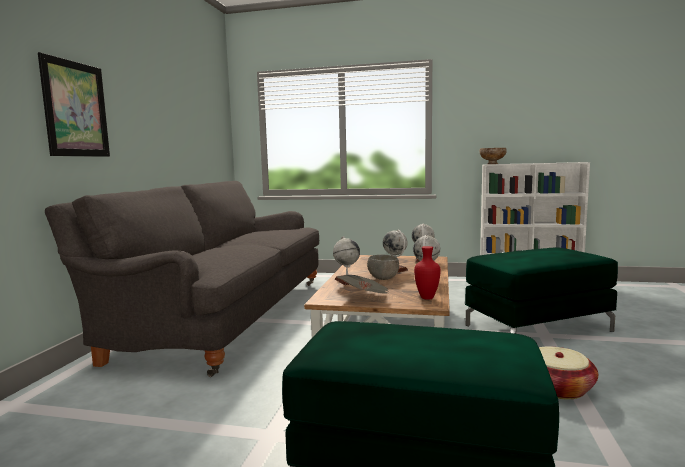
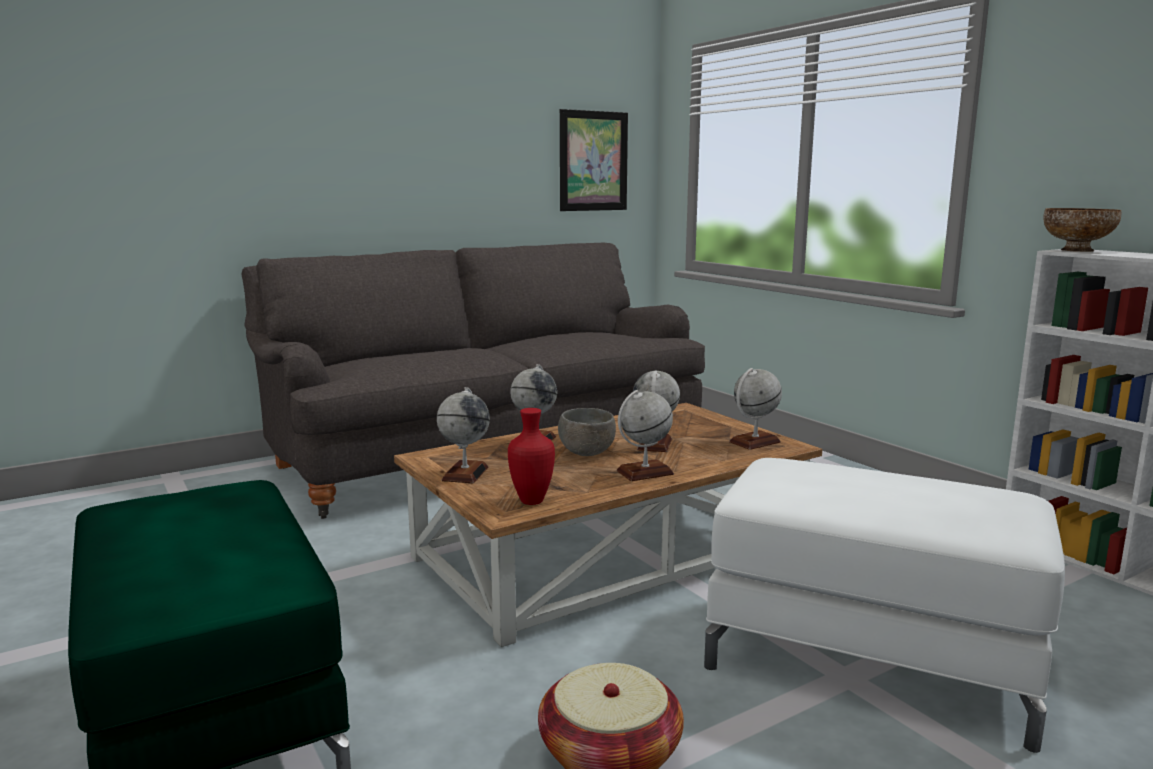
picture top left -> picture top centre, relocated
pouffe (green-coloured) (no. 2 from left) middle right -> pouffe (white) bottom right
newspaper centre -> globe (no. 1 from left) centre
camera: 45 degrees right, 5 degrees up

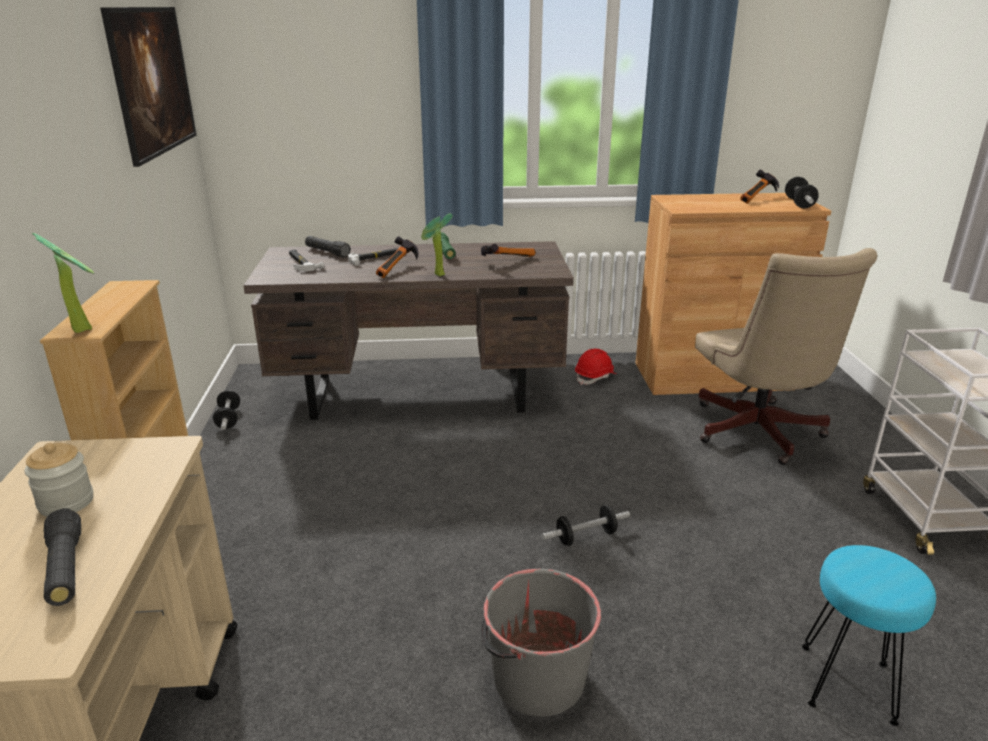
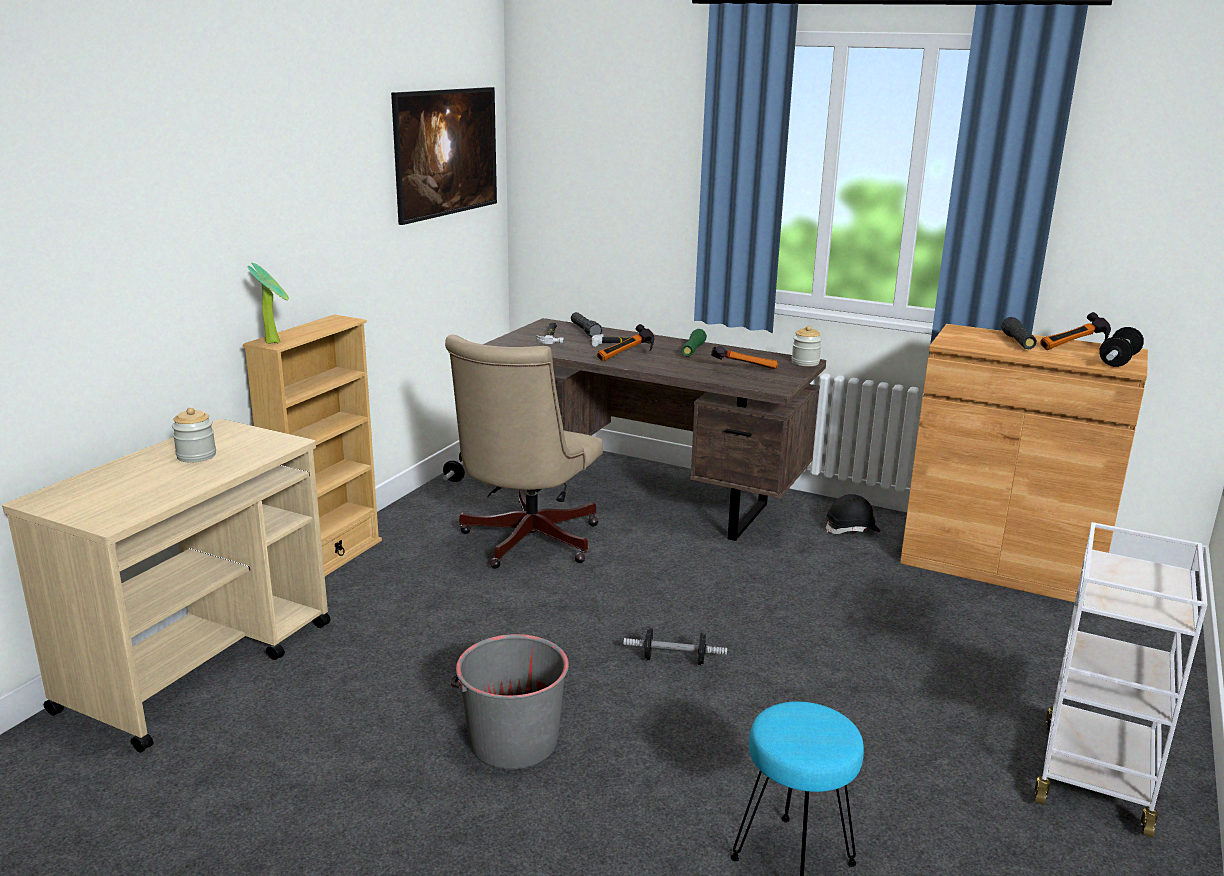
potted plant (no. 2 from left) top centre -> none
computer chair (beige-coloured) middle right -> computer chair (beige-coloured) centre, relocated
hard hat (red-coloured) centre -> hard hat (blackish) middle right
torch (blackish) (no. 1 from left in the first image) bottom left -> torch (blackish) (no. 2 from left) middle right, relocated
none -> preserve jar (no. 2 from left) centre
camera: 30 degrees right, 5 degrees down

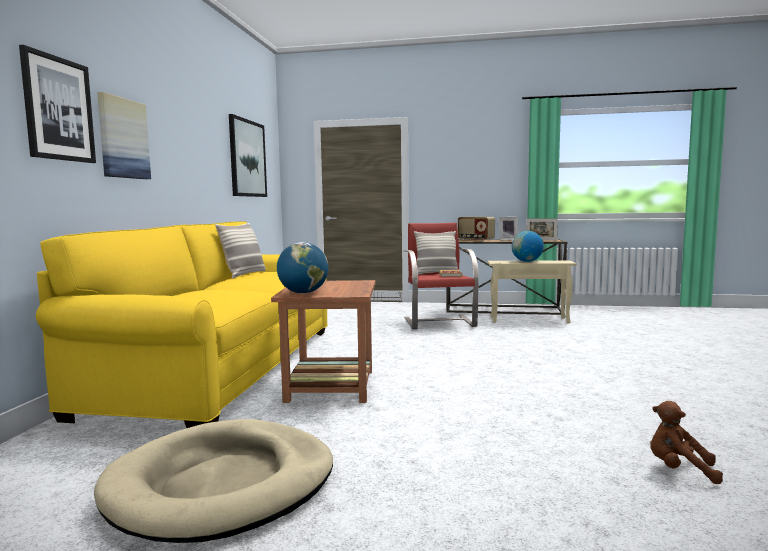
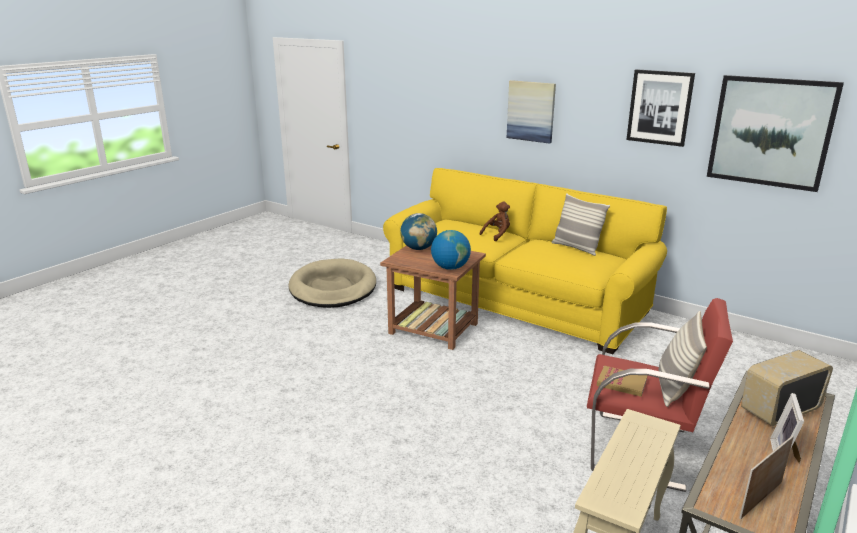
picture (no. 1 from left in the first image) top left -> picture (no. 2 from left) top right, relocated
globe (no. 2 from left) middle right -> globe (no. 2 from left) centre, relocated
plush toy (brown) bottom right -> plush toy (brown) centre, relocated
camera: 115 degrees right, 15 degrees up

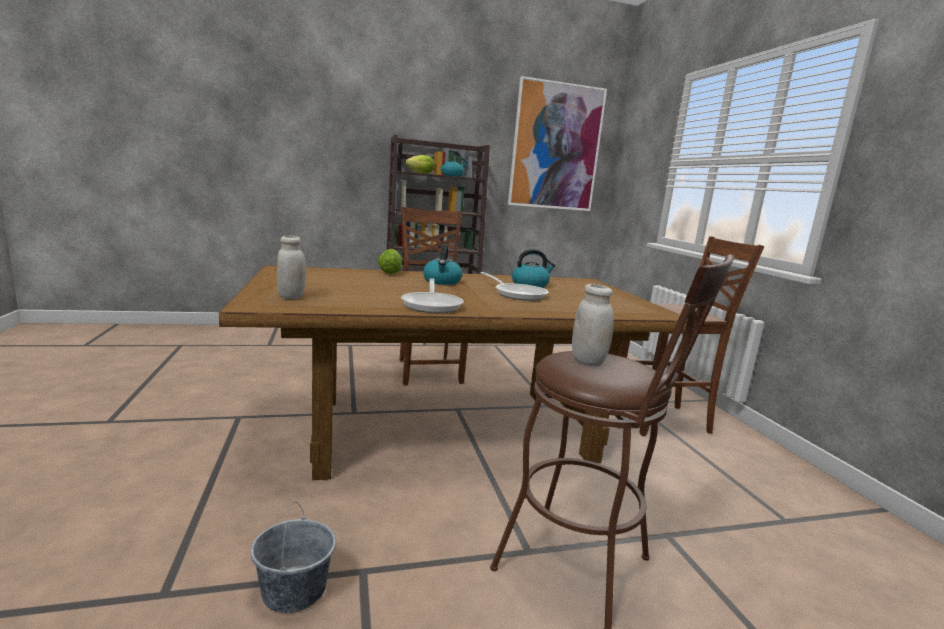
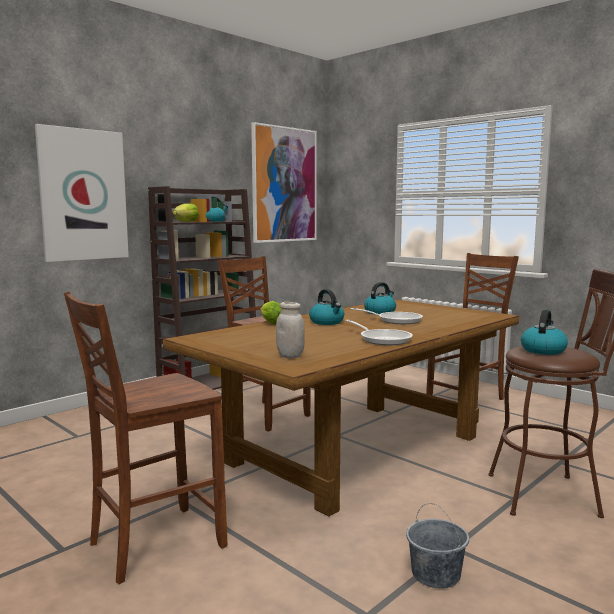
preserve jar (white) (no. 2 from left) centre -> kettle (no. 4 from left) middle right
none -> picture (no. 1 from left) top left
none -> chair (brown) (no. 1 from left) bottom left
camera: 30 degrees left, 5 degrees down

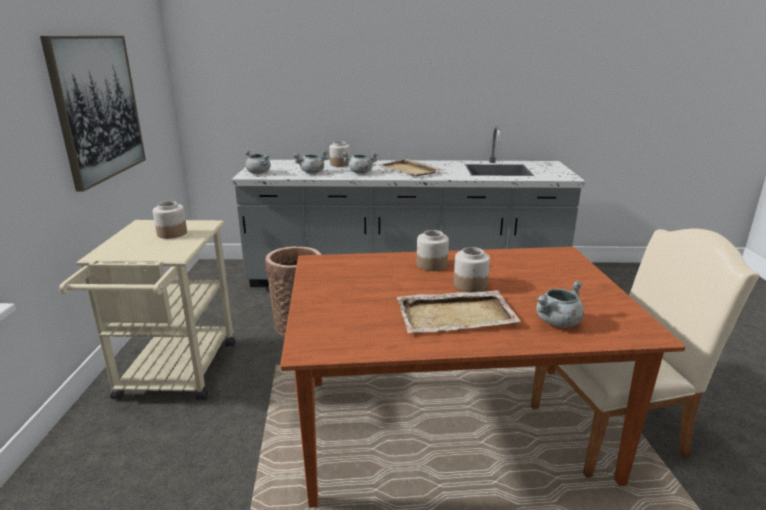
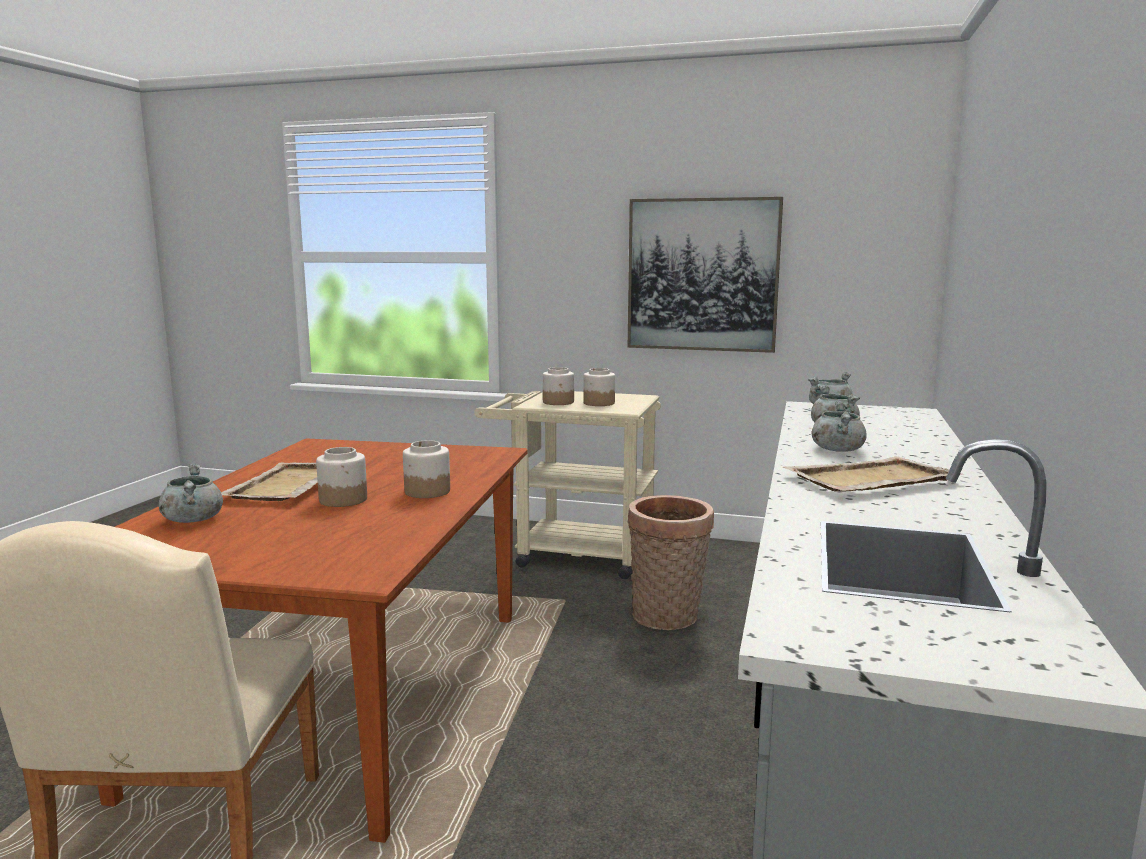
preserve jar (no. 2 from left in the first image) top centre -> preserve jar (no. 3 from left) centre, relocated
camera: 105 degrees right, 10 degrees down

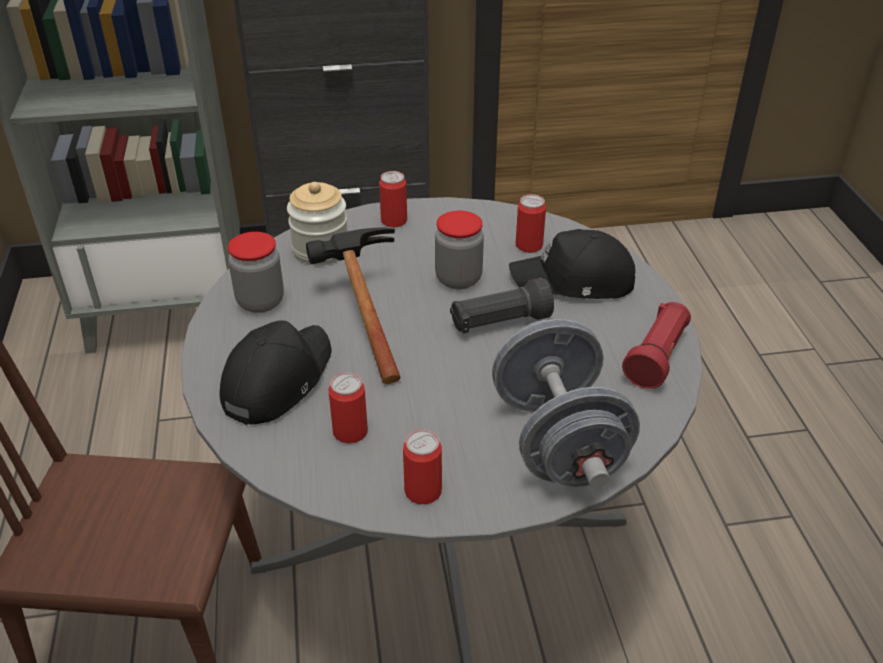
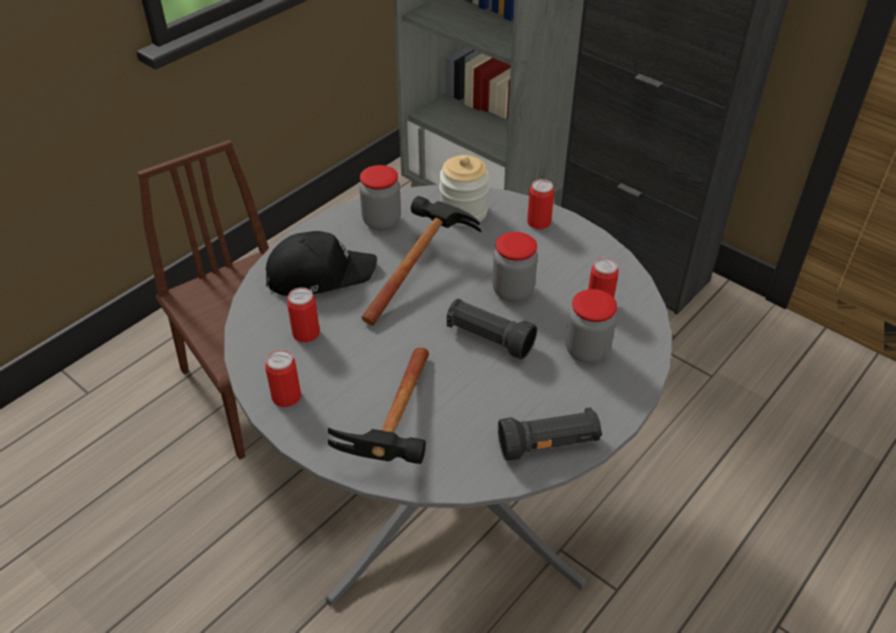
baseball cap (blackish) (no. 2 from left) centre -> preserve jar (no. 4 from left) centre
torch (red-coloured) middle right -> torch (blackish) (no. 2 from left) bottom centre
free weight (grey) centre -> hammer (no. 1 from left) centre
camera: 50 degrees right, 5 degrees up

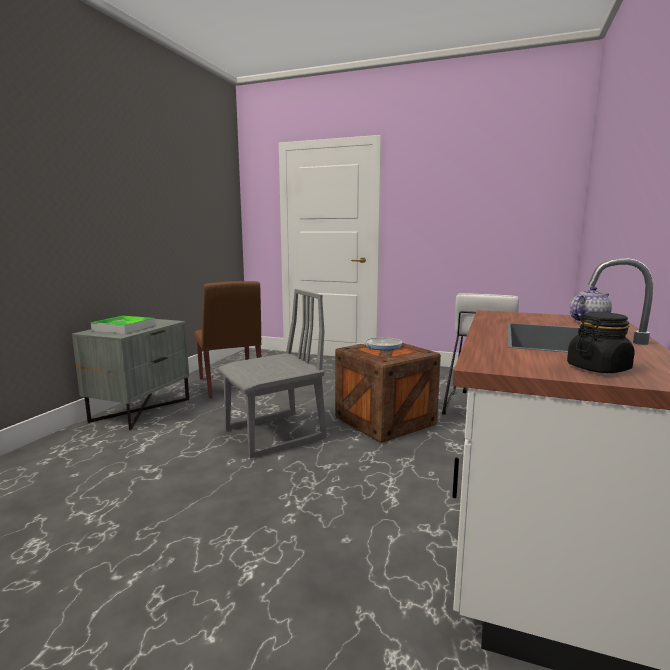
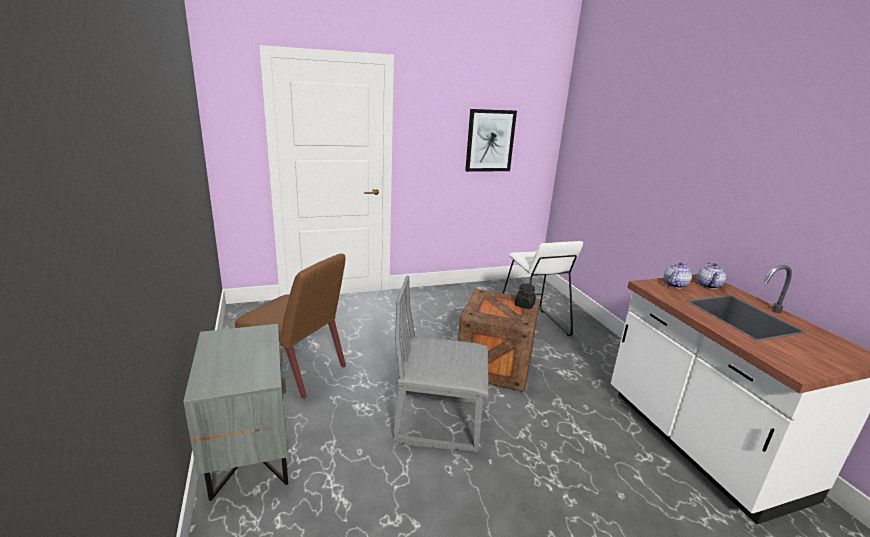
chair (grey) centre -> chair (grey) bottom centre, 105 degrees counterclockwise
preserve jar (blackish) middle right -> preserve jar (blackish) centre, relocated
carrying tray middle left -> none
frying pan centre -> none
none -> picture top centre
none -> teapot (no. 1 from left) middle right
camera: 40 degrees left, 10 degrees up

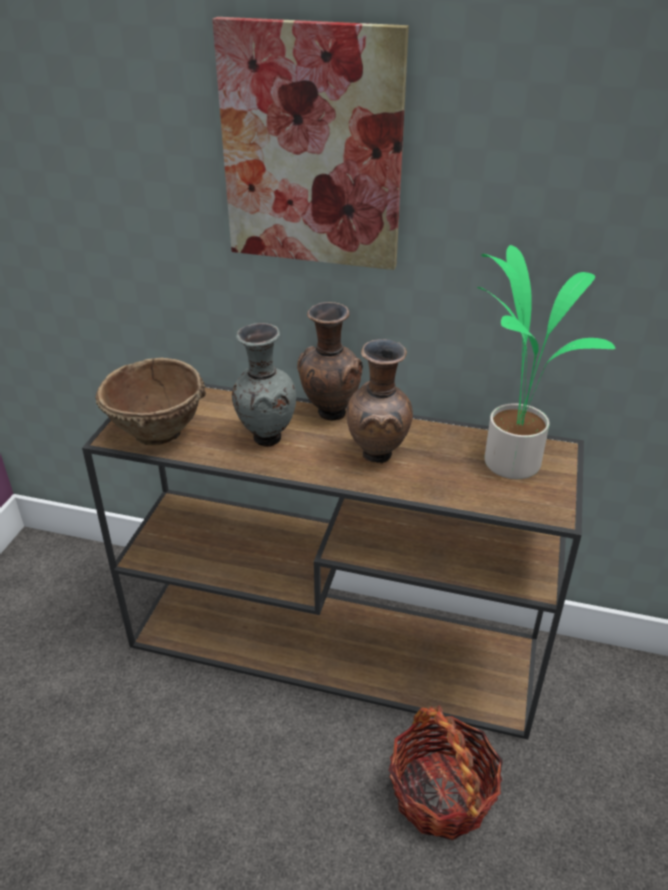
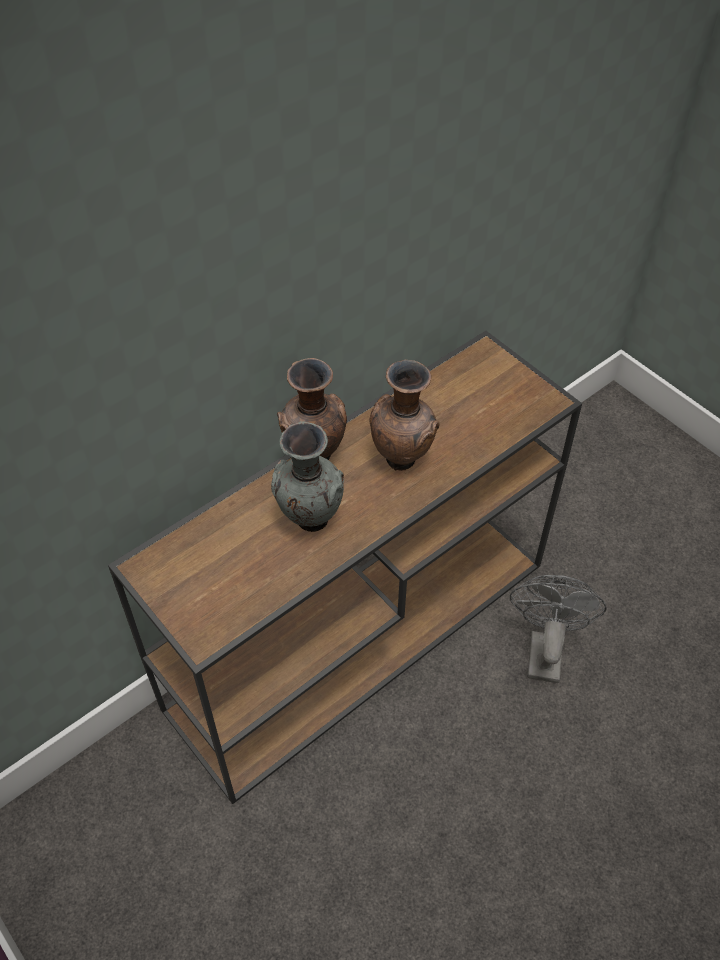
picture top centre -> none
potted plant middle right -> none
bowl (brown) middle left -> none
storage basket bottom right -> electric fan (grey) middle right
camera: 55 degrees left, 15 degrees up

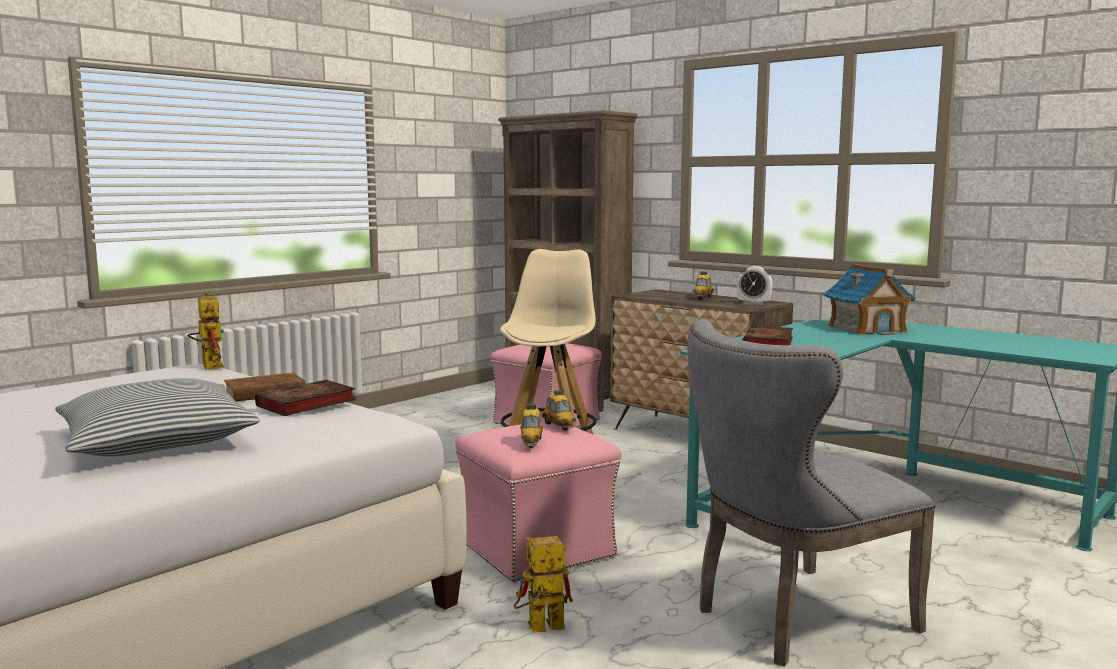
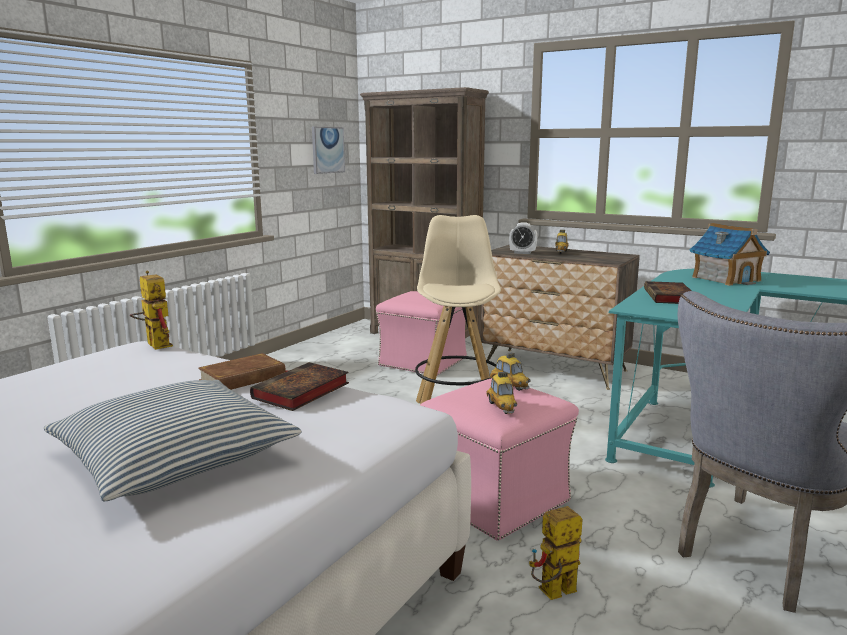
bedside clock middle right -> bedside clock centre, relocated
none -> picture top centre
camera: 10 degrees left, 5 degrees up

